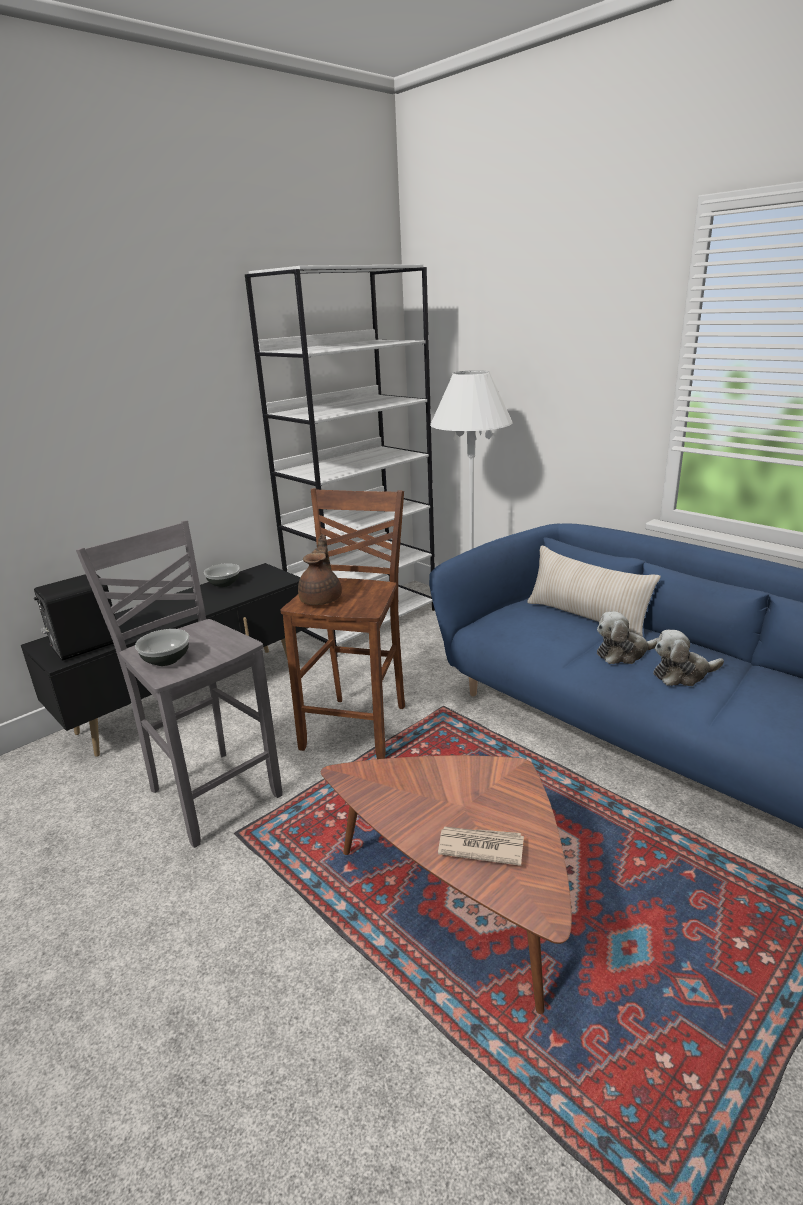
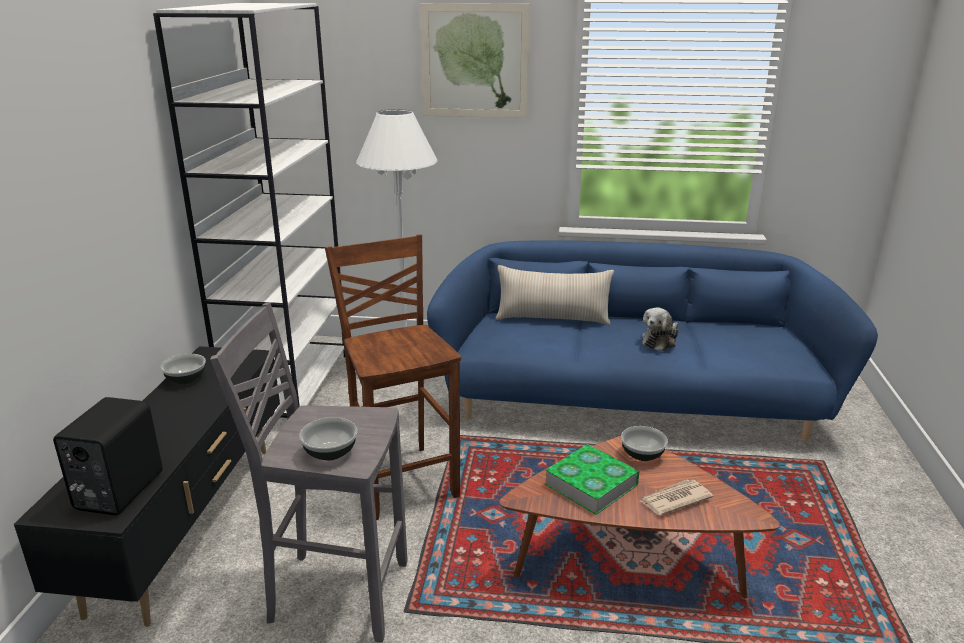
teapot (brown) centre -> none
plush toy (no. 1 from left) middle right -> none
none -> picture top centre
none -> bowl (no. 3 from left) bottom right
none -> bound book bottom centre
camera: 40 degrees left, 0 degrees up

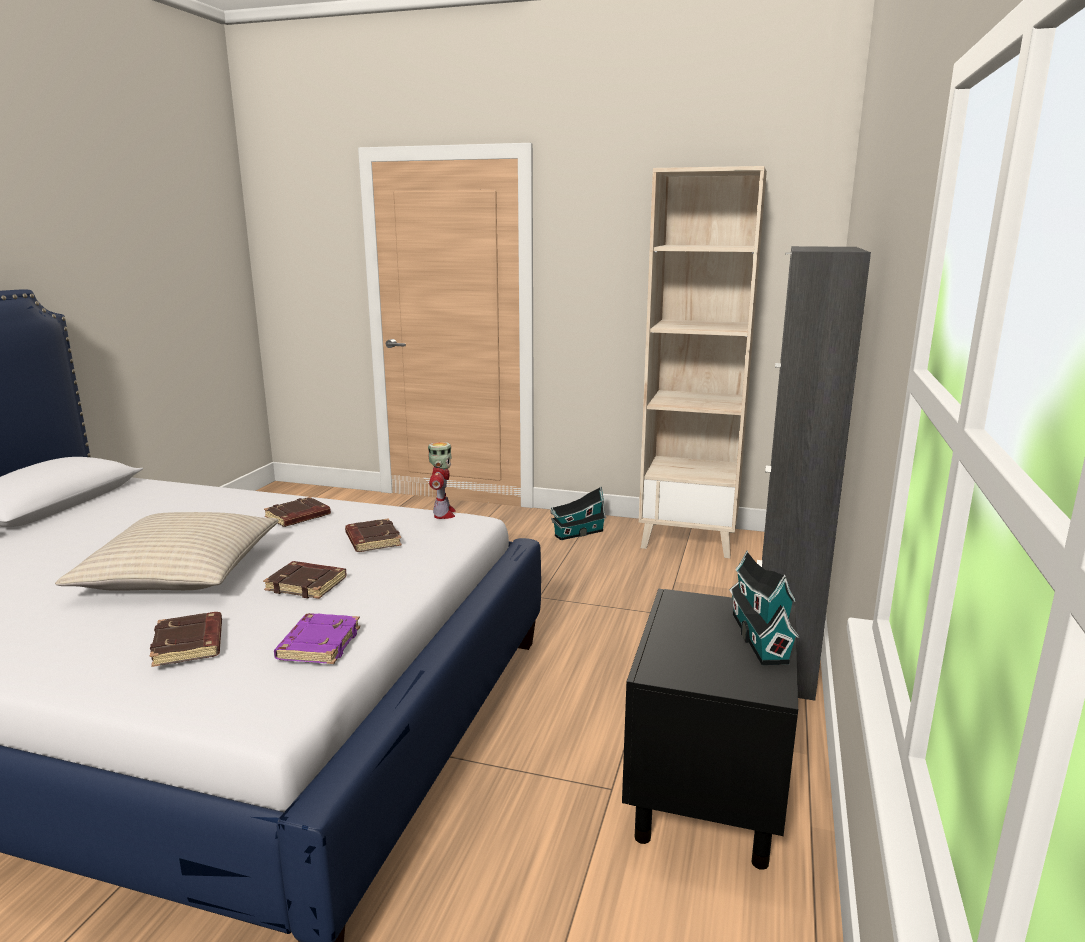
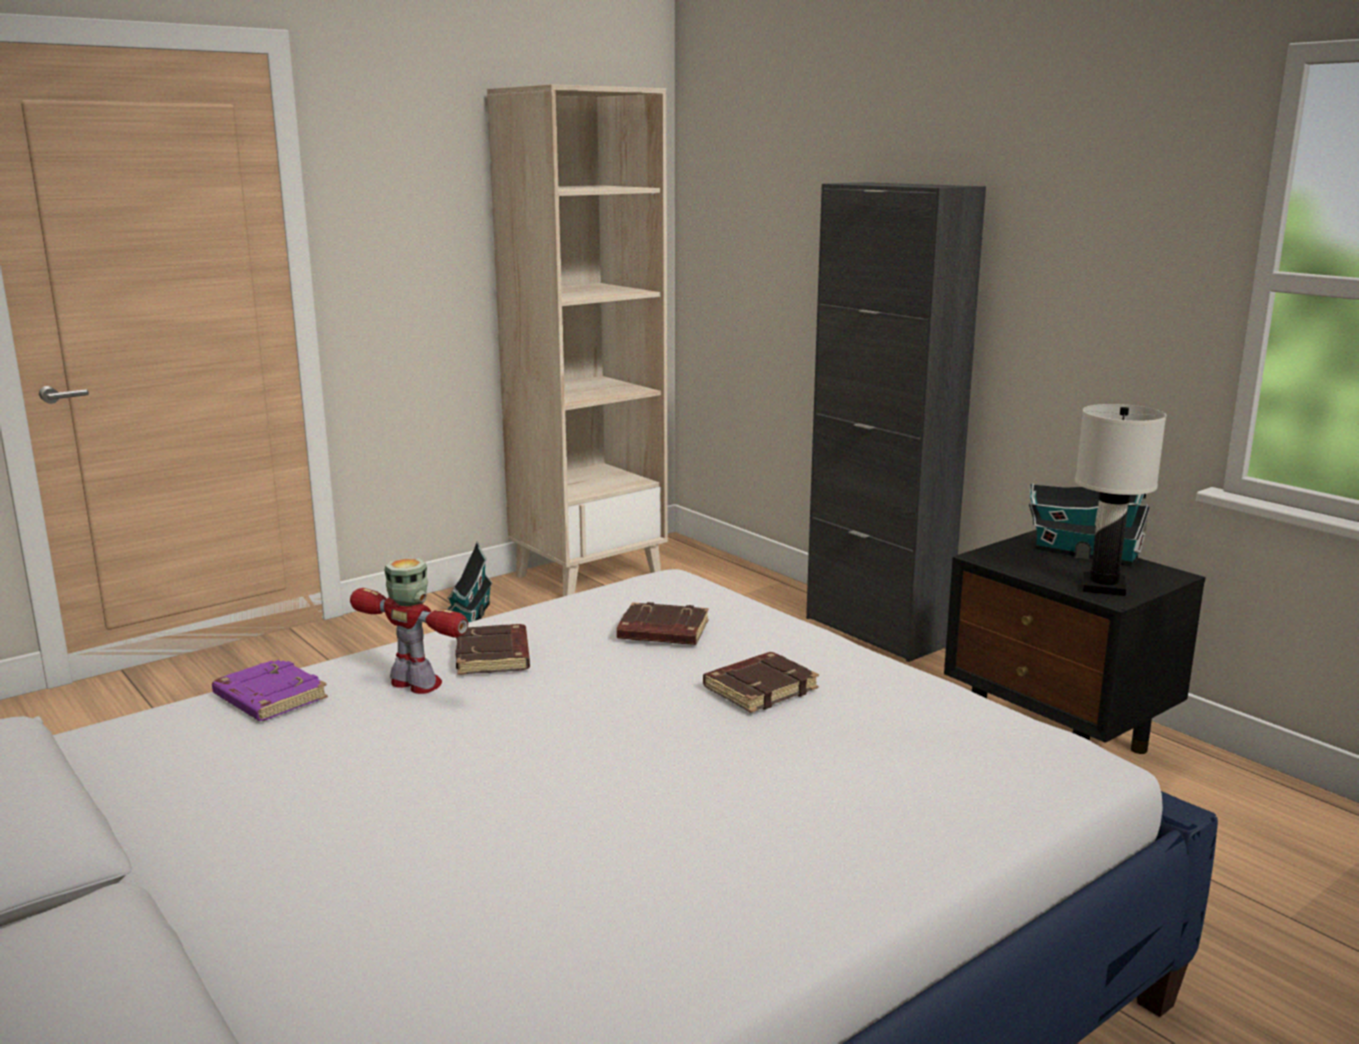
robot figure centre -> robot figure middle left, relocated
pillow (beige-coloured) middle left -> none
bound book (brown) (no. 1 from left) bottom left -> none
bound book (purplish) bottom left -> bound book (purplish) middle left, relocated
none -> table lamp (white) middle right
camera: 55 degrees left, 0 degrees up

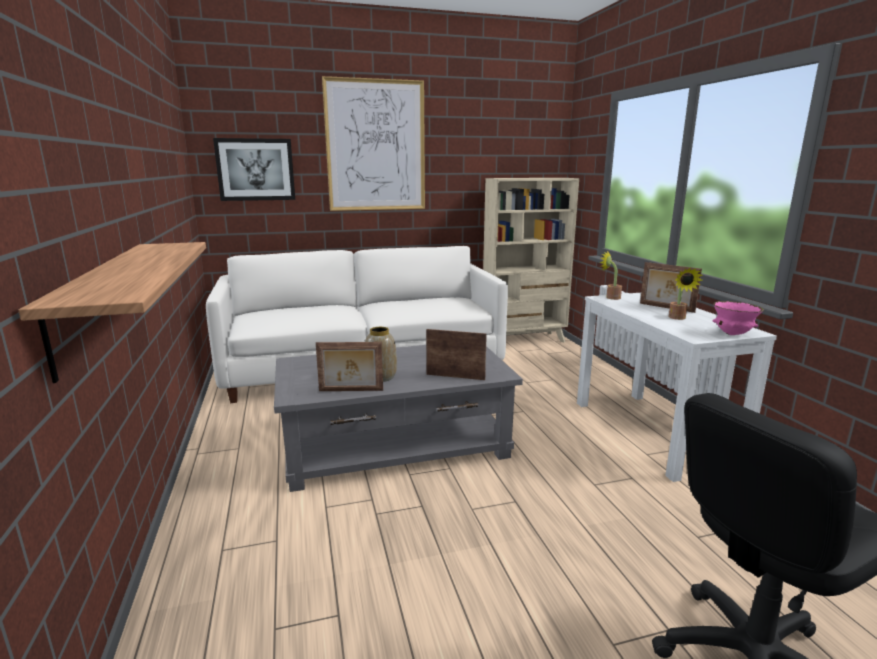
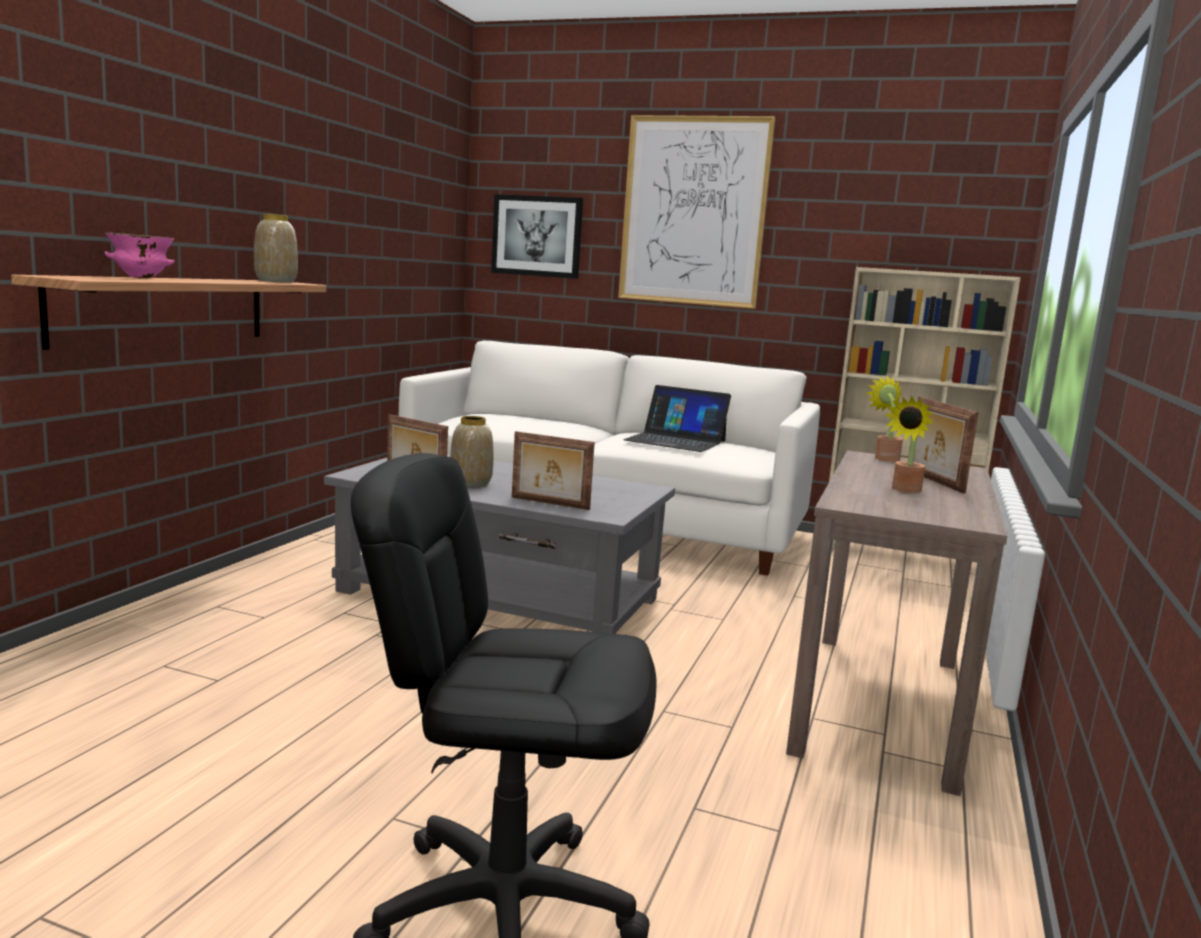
hall table (white) middle right -> hall table (brown) middle right
bowl (pink-coloured) middle right -> bowl (pink-coloured) top left, relocated
photo frame (no. 2 from left) centre, 150 degrees clockwise
none -> decorative vase (no. 1 from left) top left
none -> notebook computer centre
camera: 35 degrees right, 5 degrees down

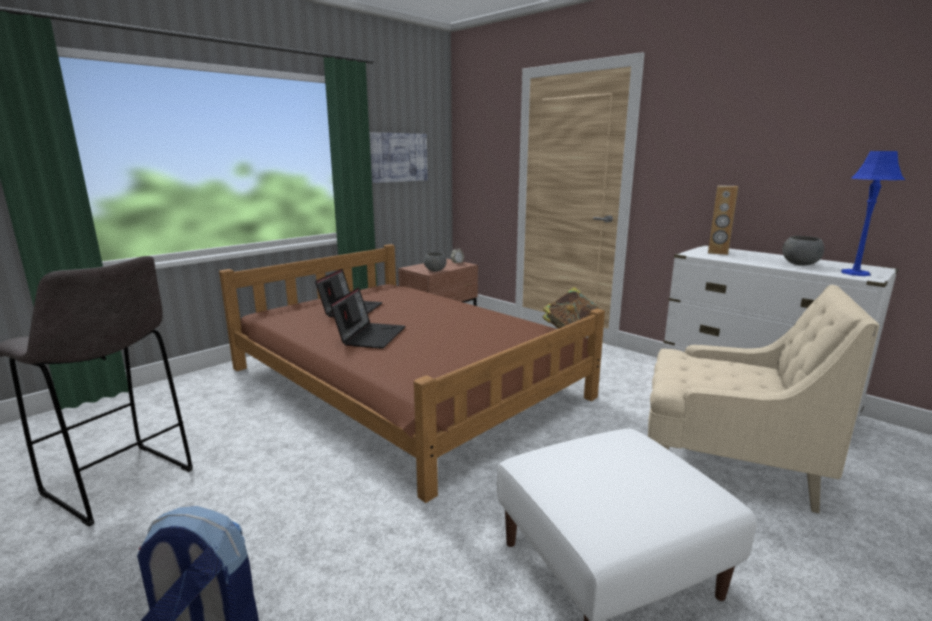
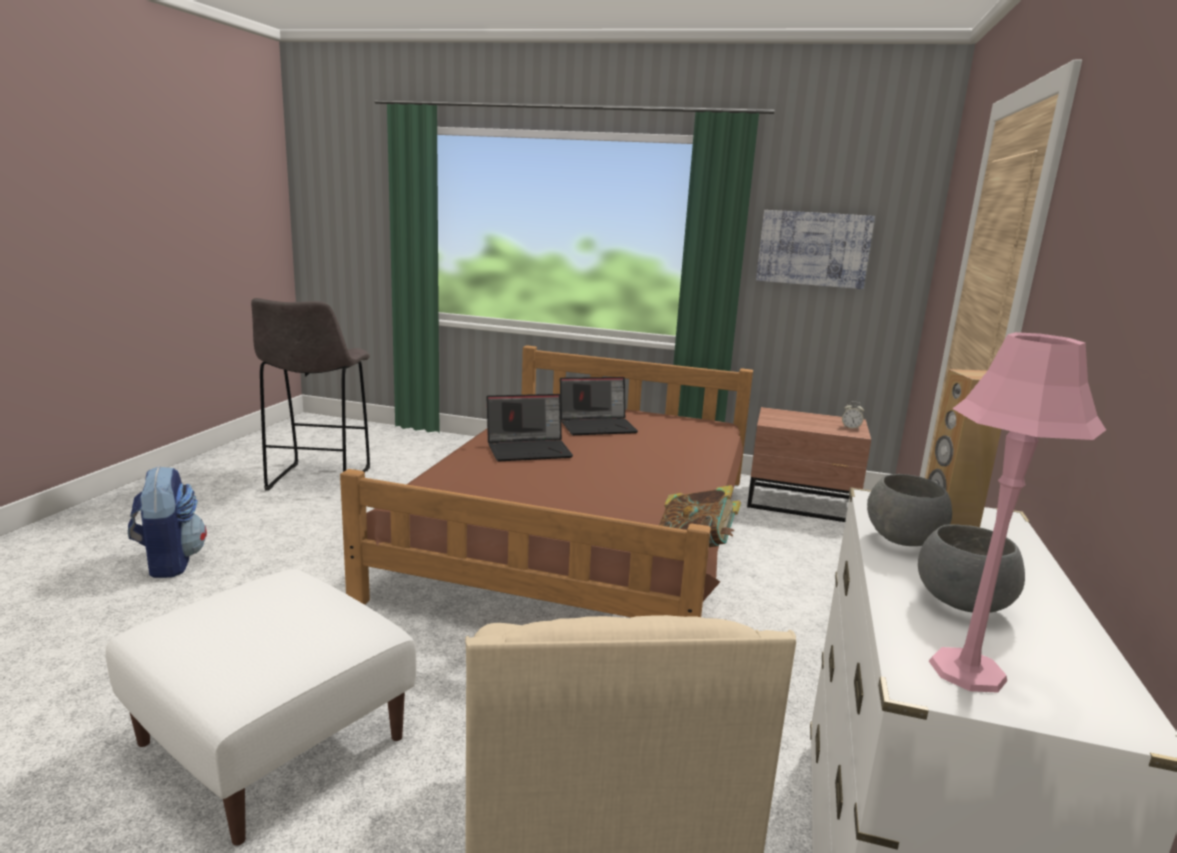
table lamp (blue-coloured) middle right -> table lamp (pink-coloured) middle right
bowl (grey) (no. 1 from left) centre -> bowl (grey) (no. 1 from left) middle right, relocated
camera: 60 degrees right, 0 degrees up

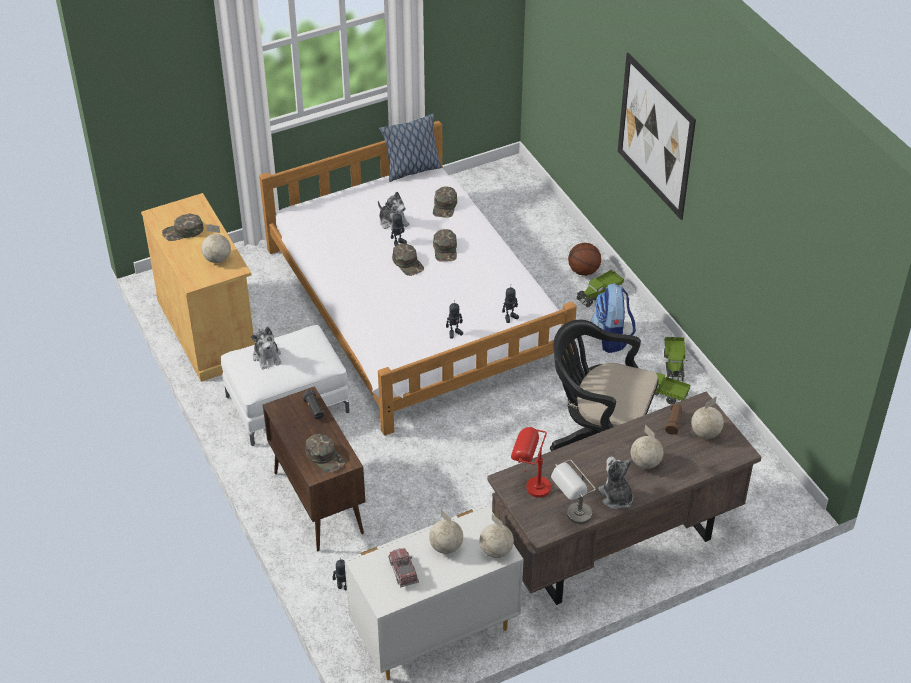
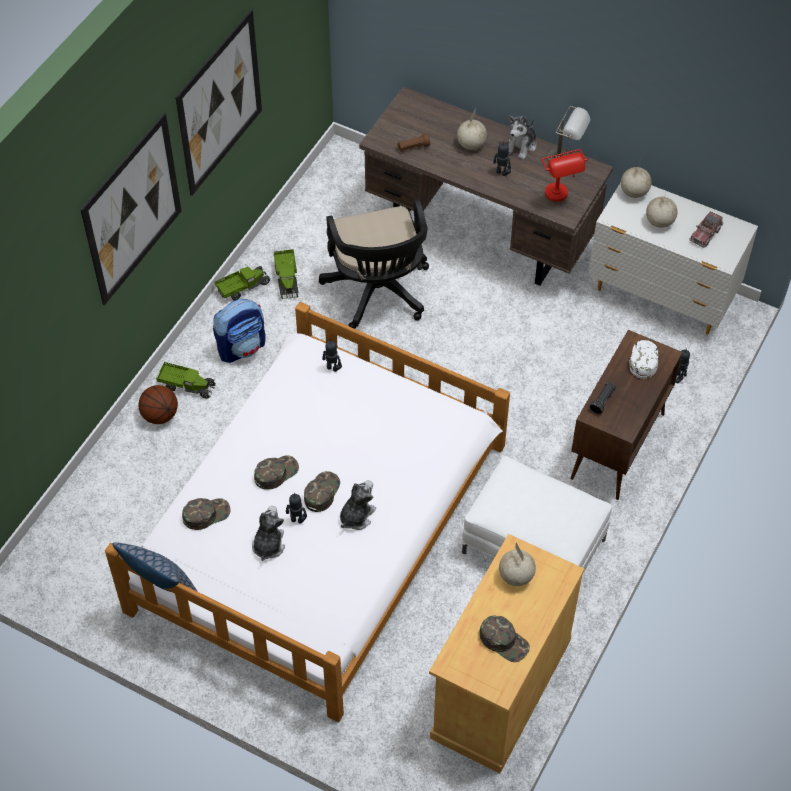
robot figure (no. 3 from left) centre -> robot figure (no. 3 from left) top centre, relocated
plush toy (no. 1 from left in the first image) middle left -> plush toy (no. 2 from left) centre, relocated
globe (no. 5 from left) middle right -> none
baseball cap (green-coloured) (no. 2 from left) centre -> baseball cap (white) middle right
none -> picture (no. 2 from left) top left
camera: 125 degrees left, 10 degrees up

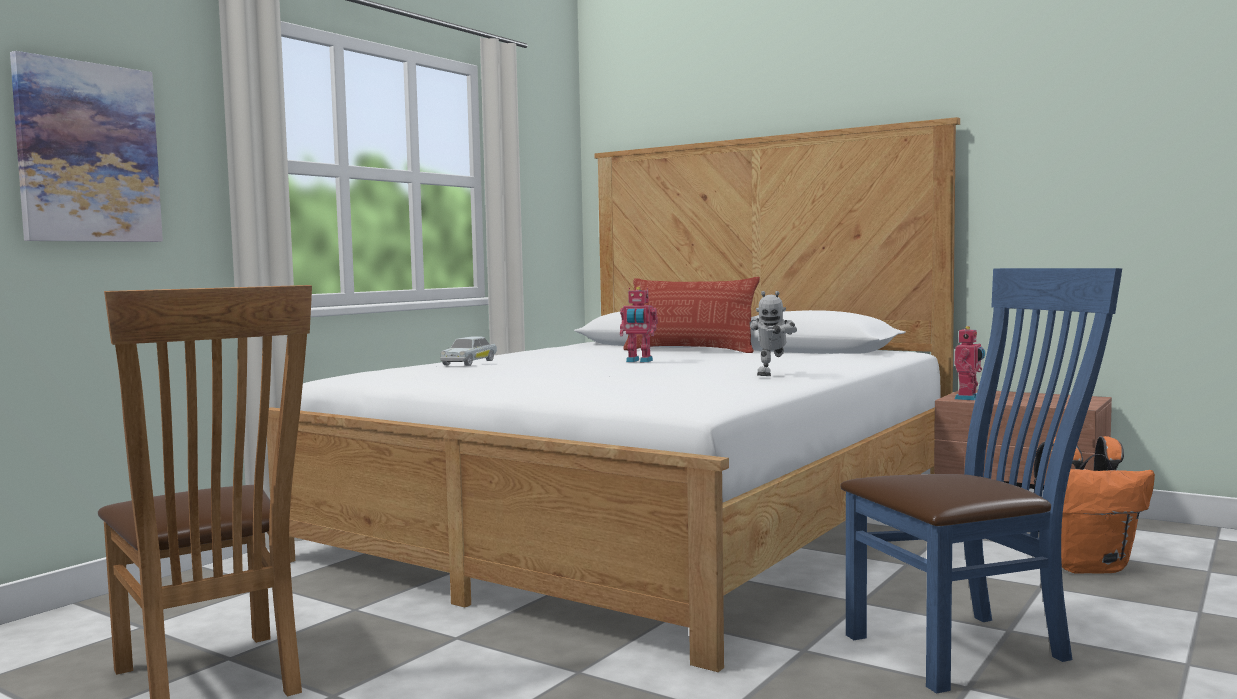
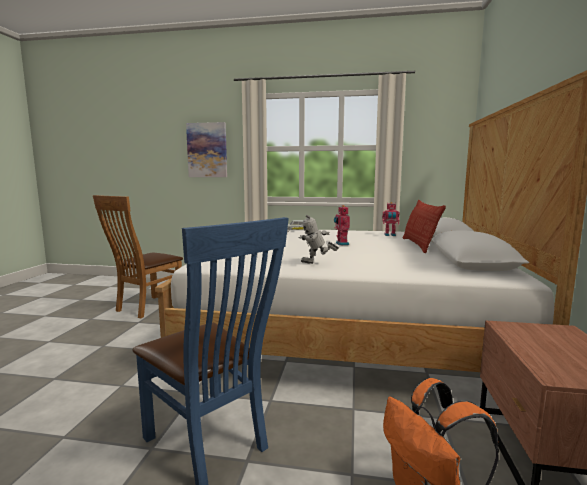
robot figure (no. 3 from left) middle right -> robot figure (no. 3 from left) centre, relocated
camera: 65 degrees right, 5 degrees up

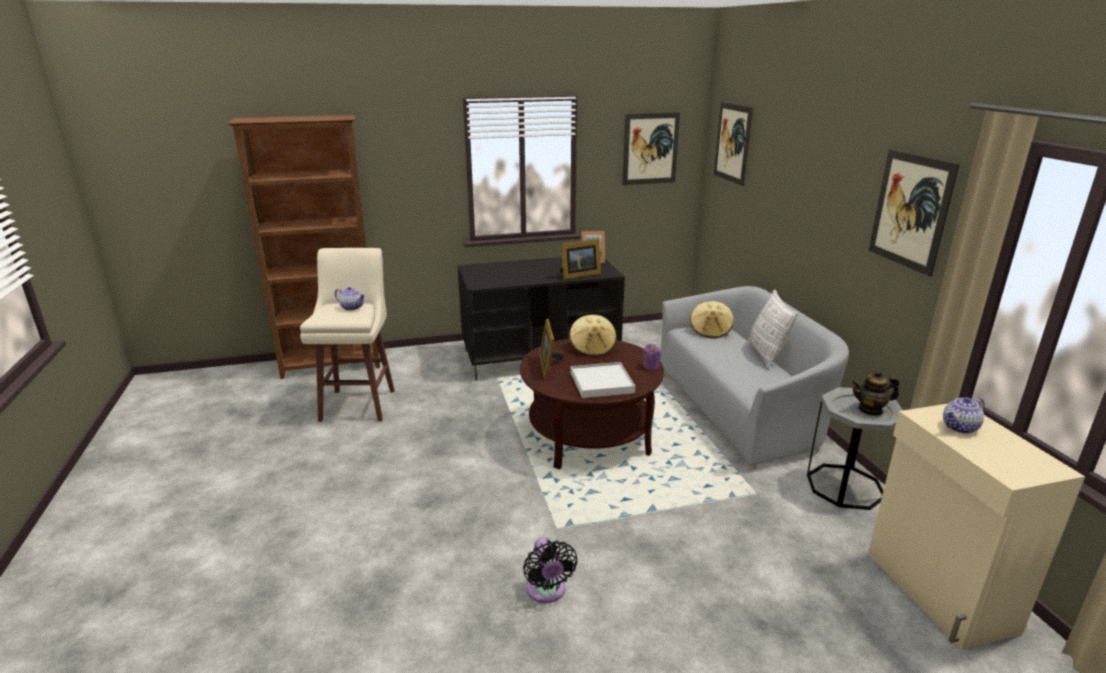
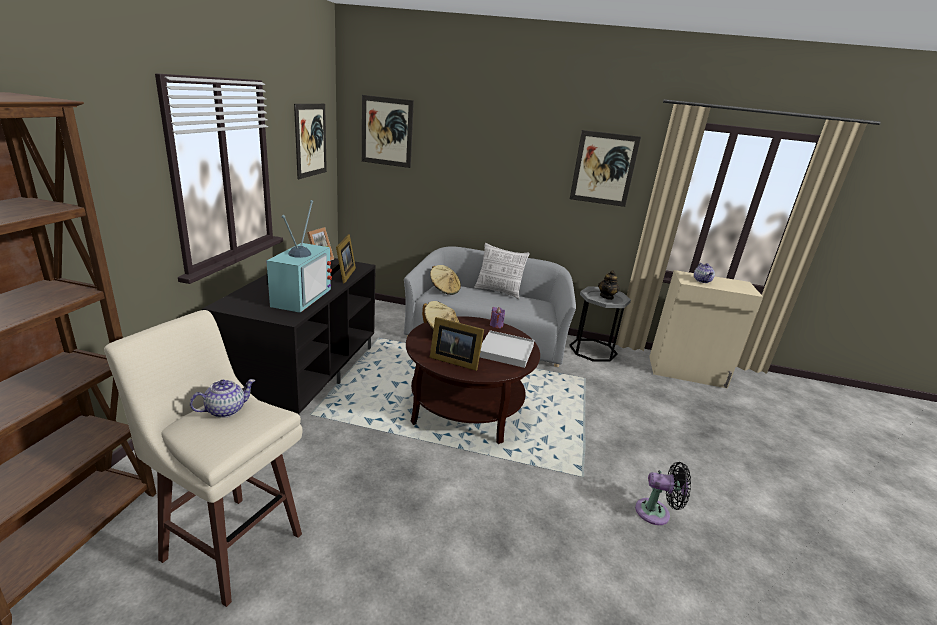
none -> TV set middle left
camera: 65 degrees left, 0 degrees up

